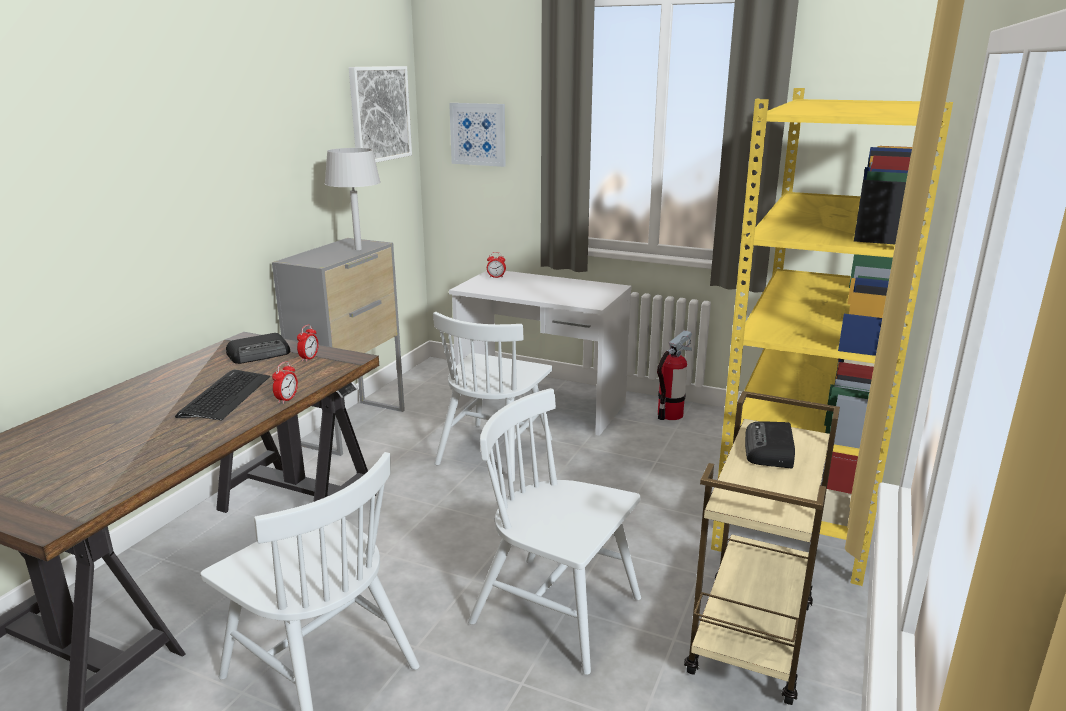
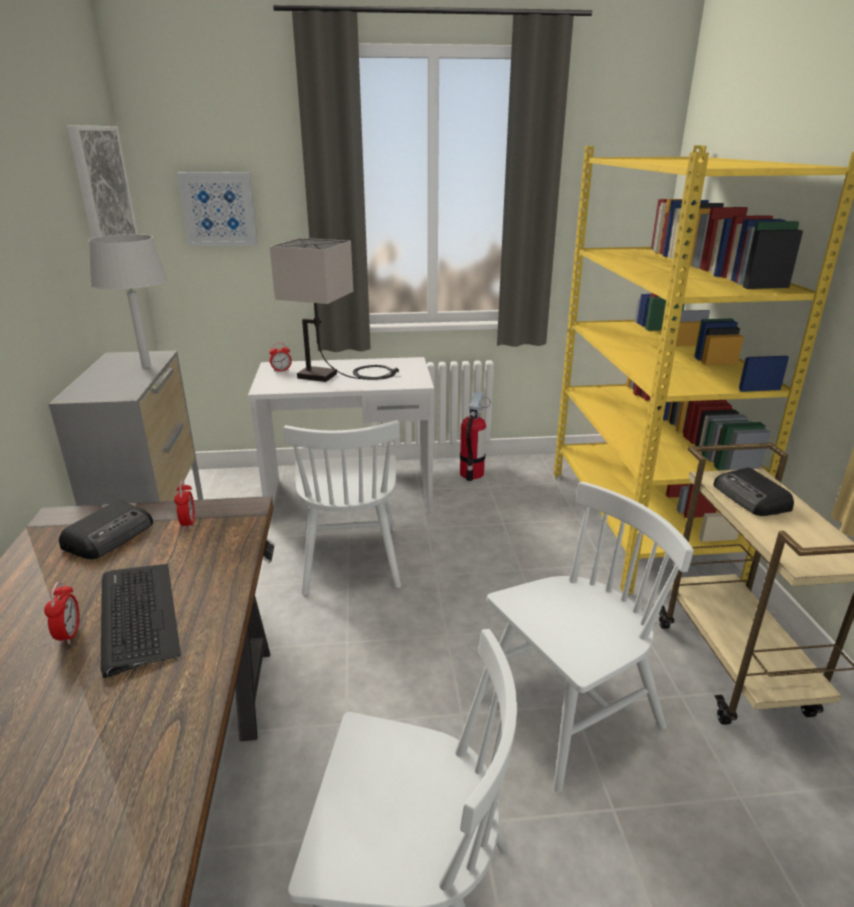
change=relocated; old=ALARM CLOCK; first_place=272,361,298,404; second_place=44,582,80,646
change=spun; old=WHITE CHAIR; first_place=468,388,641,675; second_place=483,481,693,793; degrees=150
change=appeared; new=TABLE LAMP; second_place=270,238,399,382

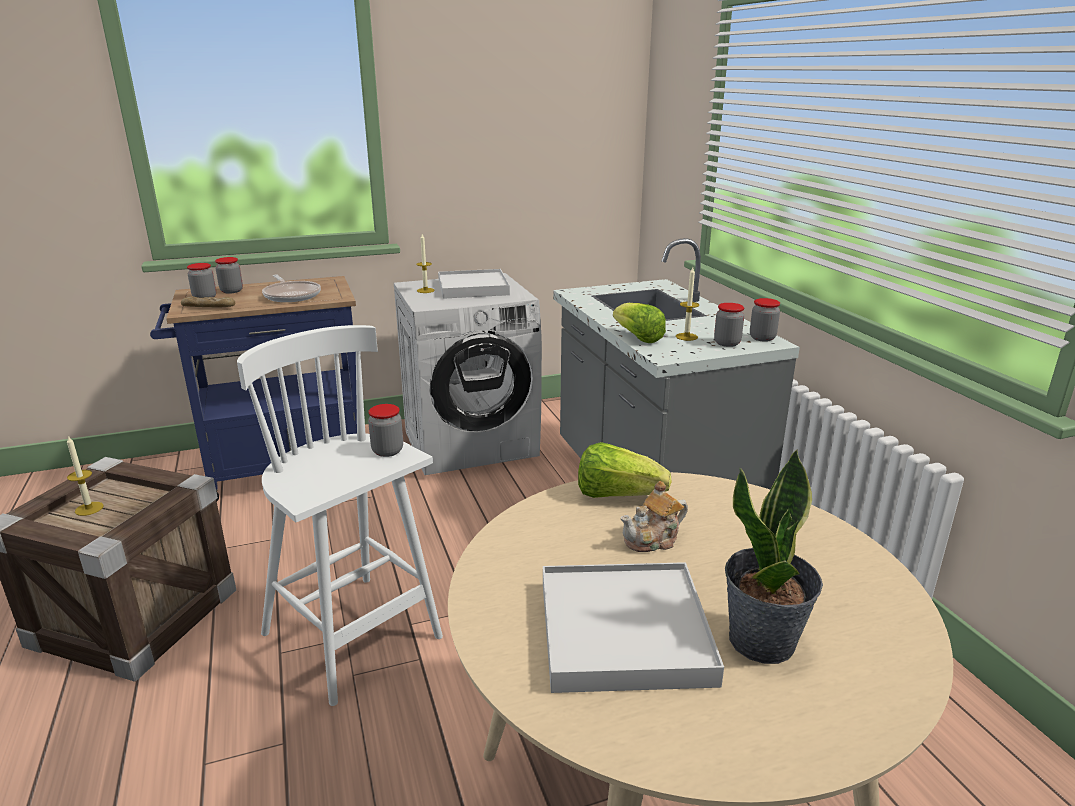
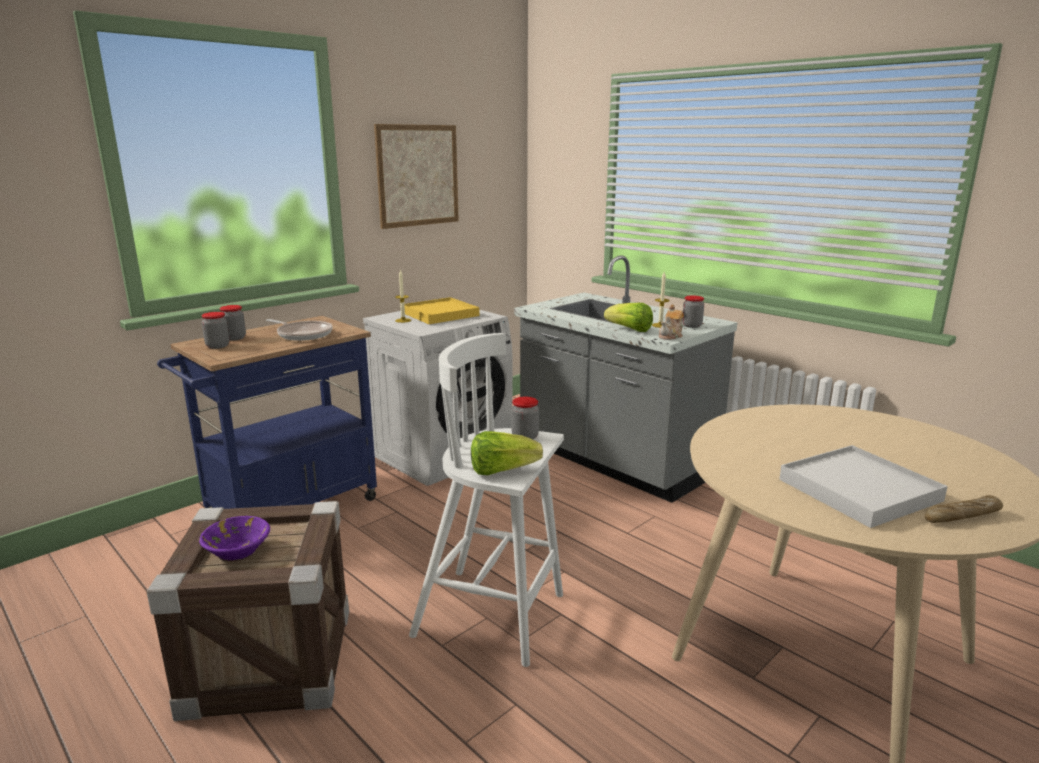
change=exchanged; old=CANDLE; new=PURPLE BOWL; first_place=67,436,104,516; second_place=199,516,270,562
change=relocated; old=BREAD; first_place=181,296,235,307; second_place=925,495,1003,523
change=colour; old=WHITE TRAY; new=YELLOW TRAY; first_place=438,269,510,299; second_place=404,297,480,324
change=relocated; old=LETTUCE; first_place=578,442,671,498; second_place=471,431,543,475
change=relocated; old=TEAPOT; first_place=620,481,688,552; second_place=659,304,684,340
change=missing; old=POTTED PLANT; first_place=725,449,823,664
change=missing; old=JAR; first_place=750,298,780,342
change=appeared; new=PICTURE; second_place=374,124,459,229

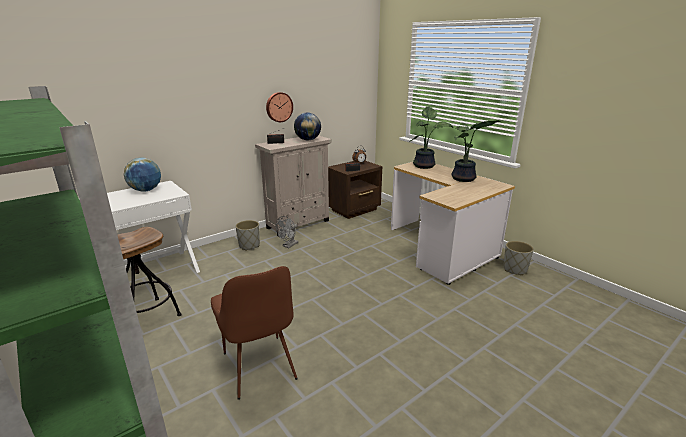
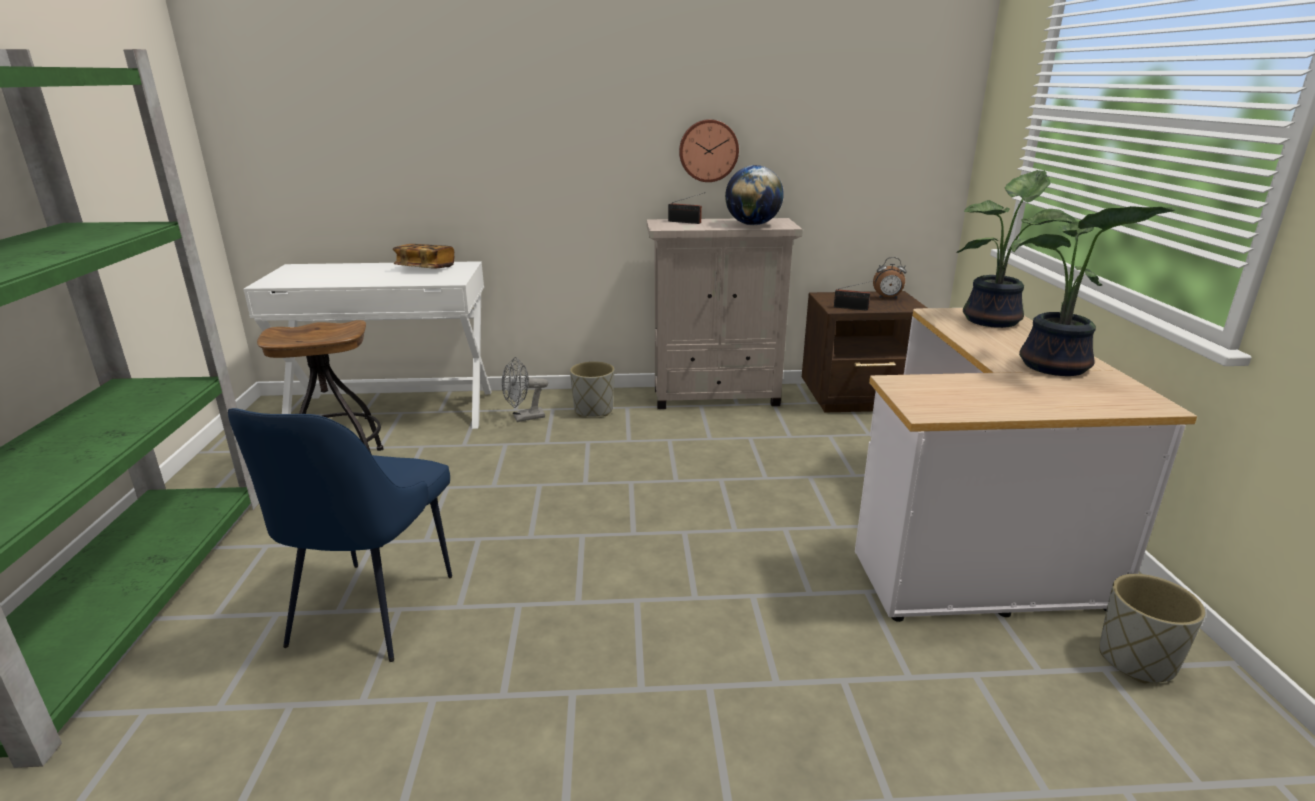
change=exchanged; old=GLOBE; new=BOOK; first_place=124,158,161,192; second_place=393,244,454,269
change=colour; old=BROWN CHAIR; new=BLUE CHAIR; first_place=211,266,298,400; second_place=228,408,452,662
change=relocated; old=GREY FAN; first_place=276,216,298,248; second_place=502,357,548,422

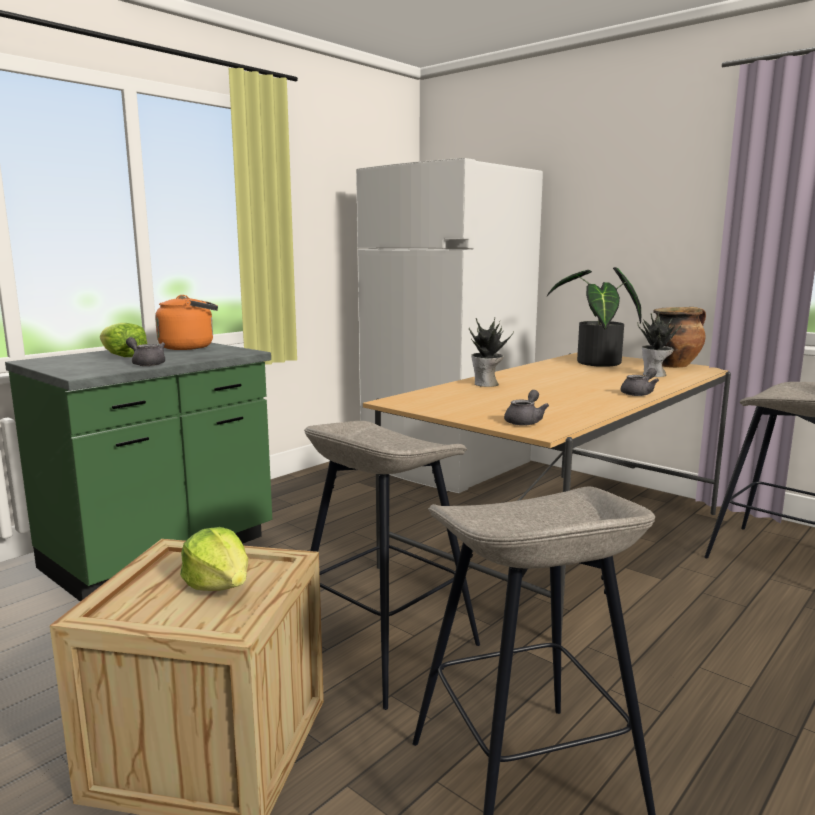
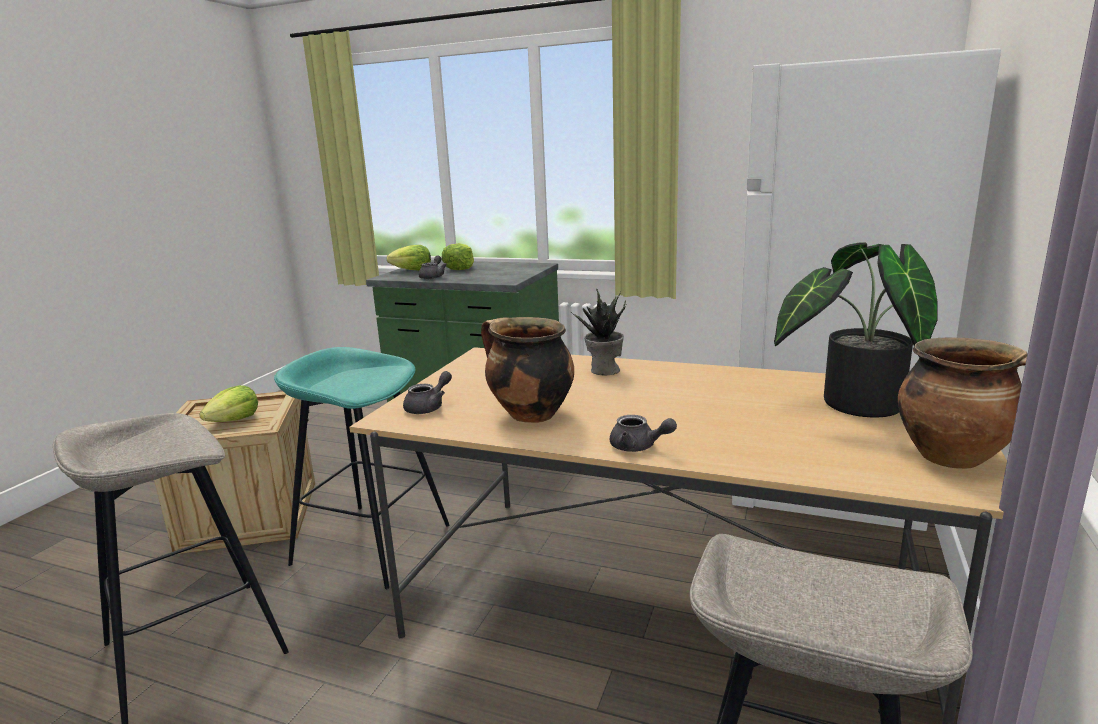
change=missing; old=ORANGE KETTLE; first_place=155,295,218,350
change=colour; old=GREY STOOL; new=TURQUOISE STOOL; first_place=304,421,480,710; second_place=274,347,450,589
change=spun; old=GREY TEAPOT; first_place=504,390,549,426; second_place=403,371,452,414; degrees=-60
change=missing; old=POTTED PLANT; first_place=637,313,682,377
change=appeared; new=LETTUCE; second_place=387,245,431,270
change=appeared; new=COOKING POT; second_place=481,317,574,423

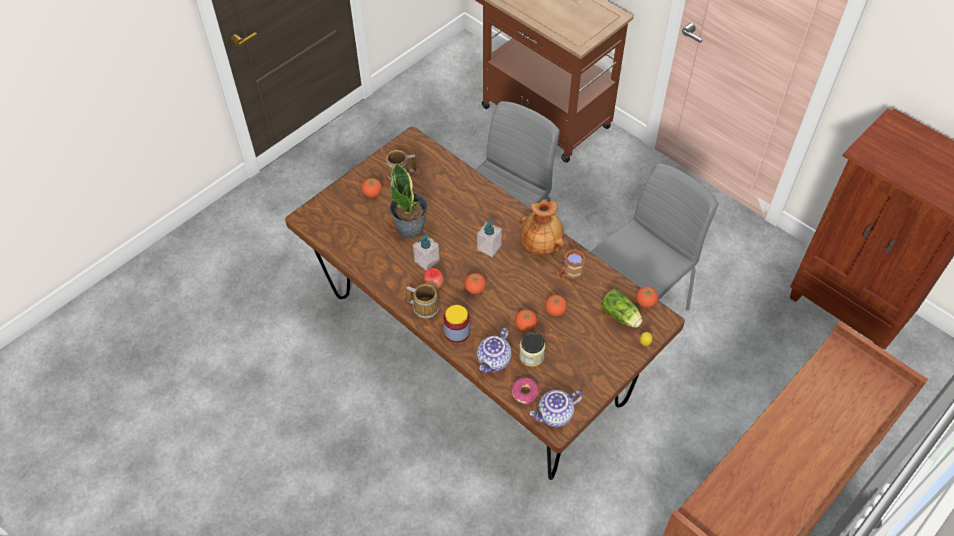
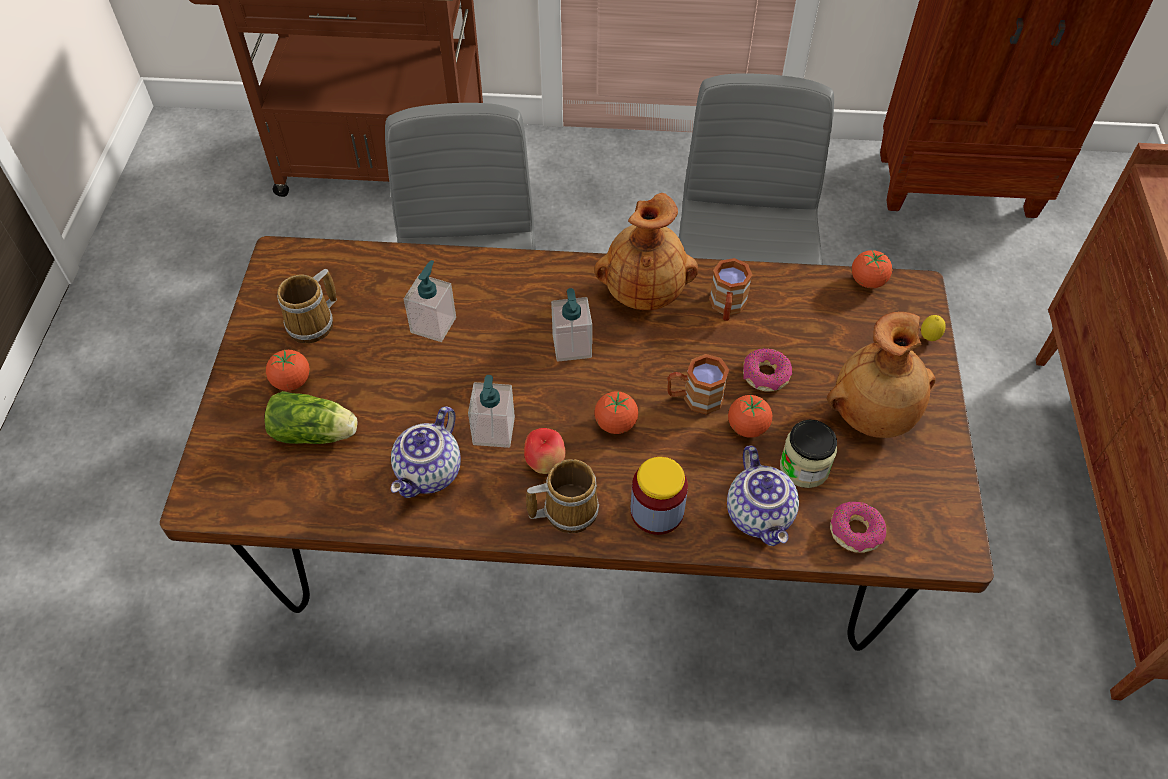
change=missing; old=POTTED PLANT; first_place=389,164,428,239
change=relocated; old=TEAPOT; first_place=529,390,583,427; second_place=391,407,461,498
change=exchanged; old=TOMATO; new=DONUT; first_place=545,295,567,316; second_place=743,348,792,392
change=relocated; old=LETTUCE; first_place=601,289,642,327; second_place=264,391,357,444
change=appeared; new=SOAP DISPENSER; second_place=404,260,456,342
change=appeared; new=BROWN MUG; second_place=667,354,729,415
change=appeared; new=BROWN VASE; second_place=827,312,936,438

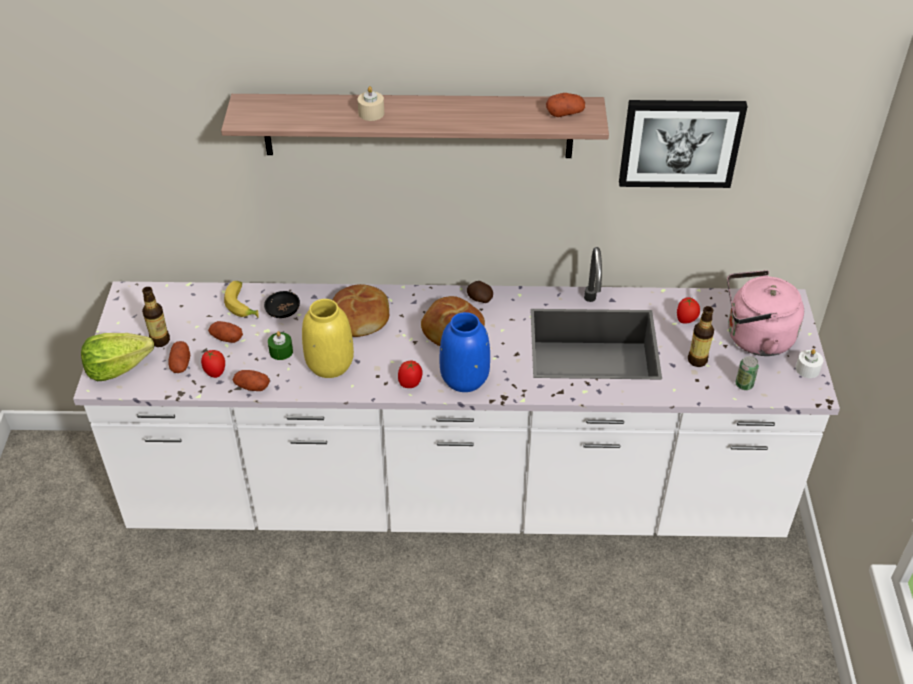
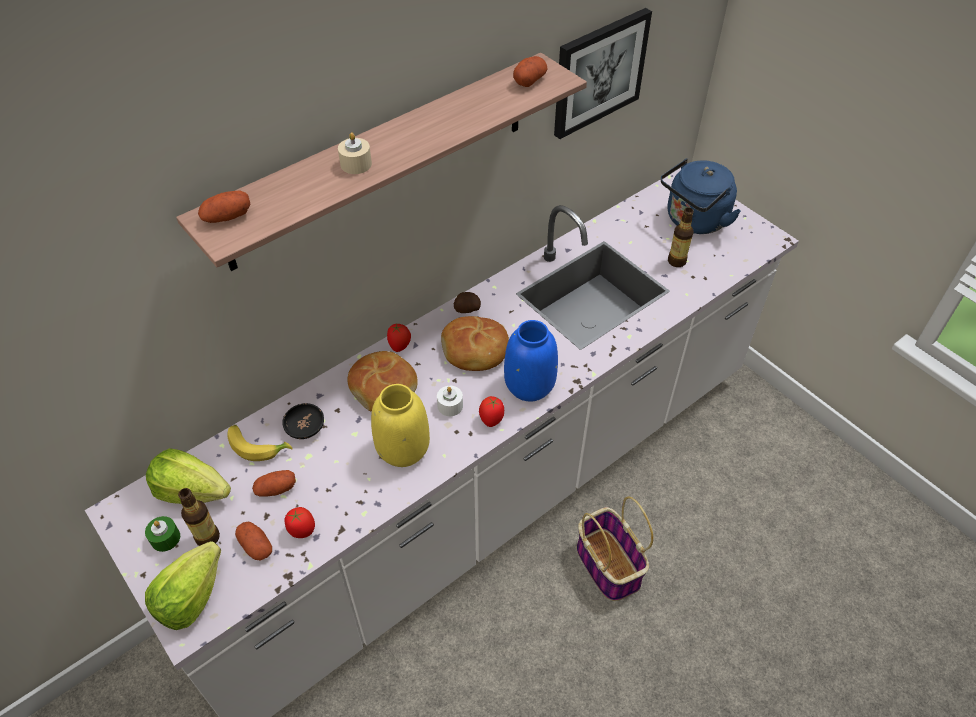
change=relocated; old=POTATO; first_place=233,370,270,391; second_place=198,190,250,223
change=relocated; old=GREEN CANDLE; first_place=268,331,293,360; second_place=145,516,180,552
change=relocated; old=TOMATO; first_place=677,297,700,324; second_place=387,324,411,352
change=colour; old=PINK KETTLE; new=BLUE KETTLE; first_place=727,270,804,356; second_place=660,158,741,234
change=missing; old=CAN; first_place=735,356,759,390
change=relocated; old=WHITE CANDLE; first_place=796,349,823,378; second_place=437,386,463,416
change=appeared; new=LETTUCE; second_place=146,448,231,504
change=appeared; new=BASKET; second_place=576,496,653,601

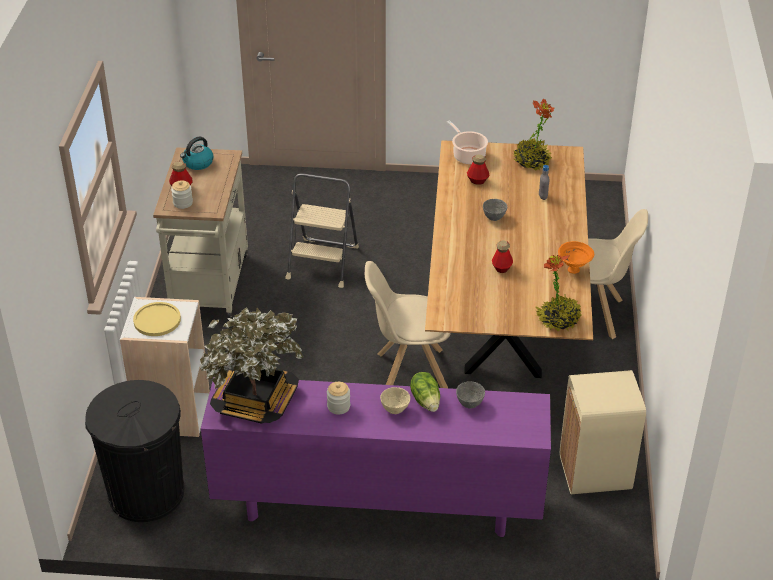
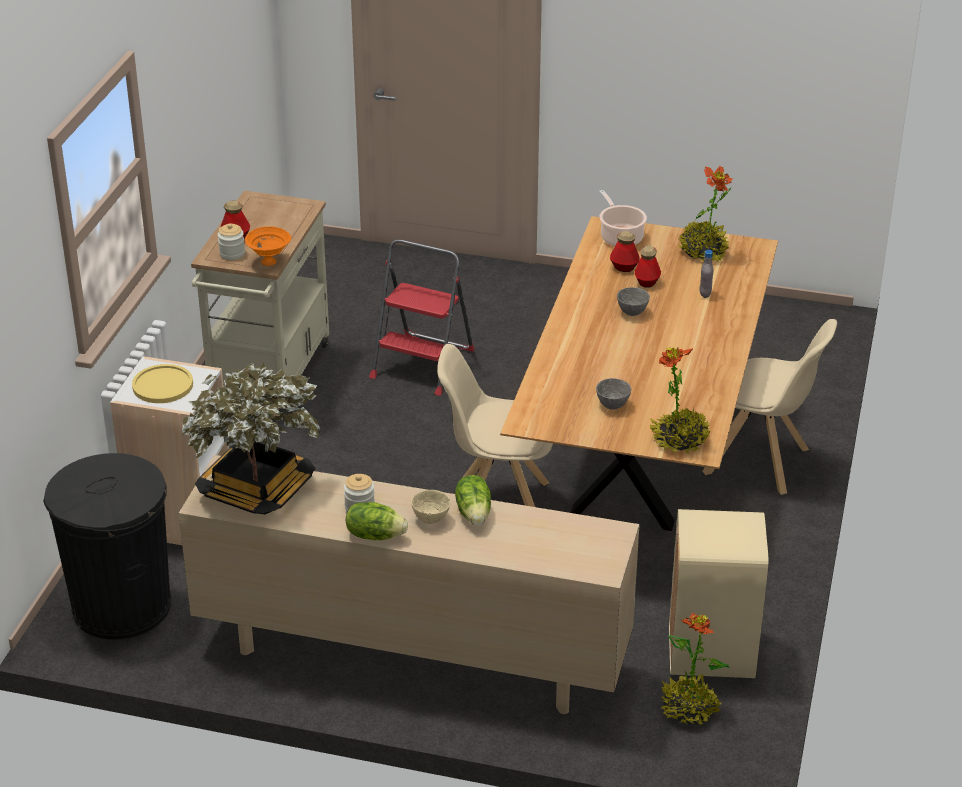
change=missing; old=KETTLE; first_place=180,137,213,170
change=colour; old=PURPLE CABINET; new=BEIGE CABINET; first_place=201,376,551,537; second_place=179,455,640,714
change=colour; old=BEIGE STEP LADDER; new=RED STEP LADDER; first_place=285,173,359,288; second_place=369,239,474,396
change=relocated; old=GREY BOWL; first_place=456,381,485,408; second_place=596,378,631,410
change=relocated; old=BOTTLE; first_place=492,240,513,273; second_place=635,246,661,288
change=relocated; old=ORANGE BOWL; first_place=558,241,594,274; second_place=245,226,291,266
change=appeared; new=LETTUCE; second_place=346,502,408,540
change=appeared; new=POTTED PLANT; second_place=662,613,730,725

